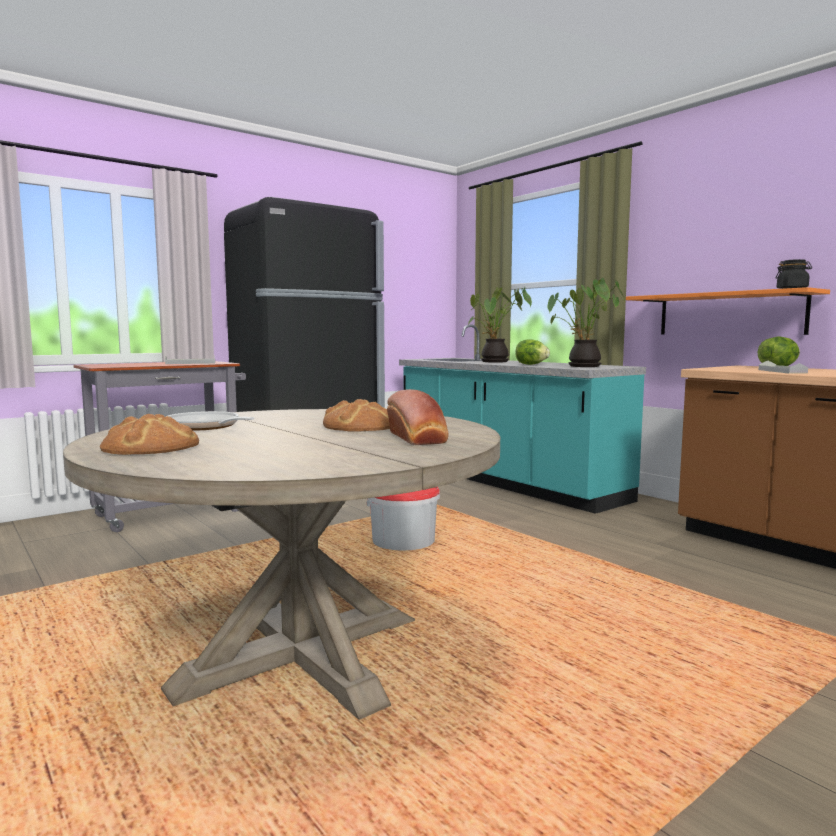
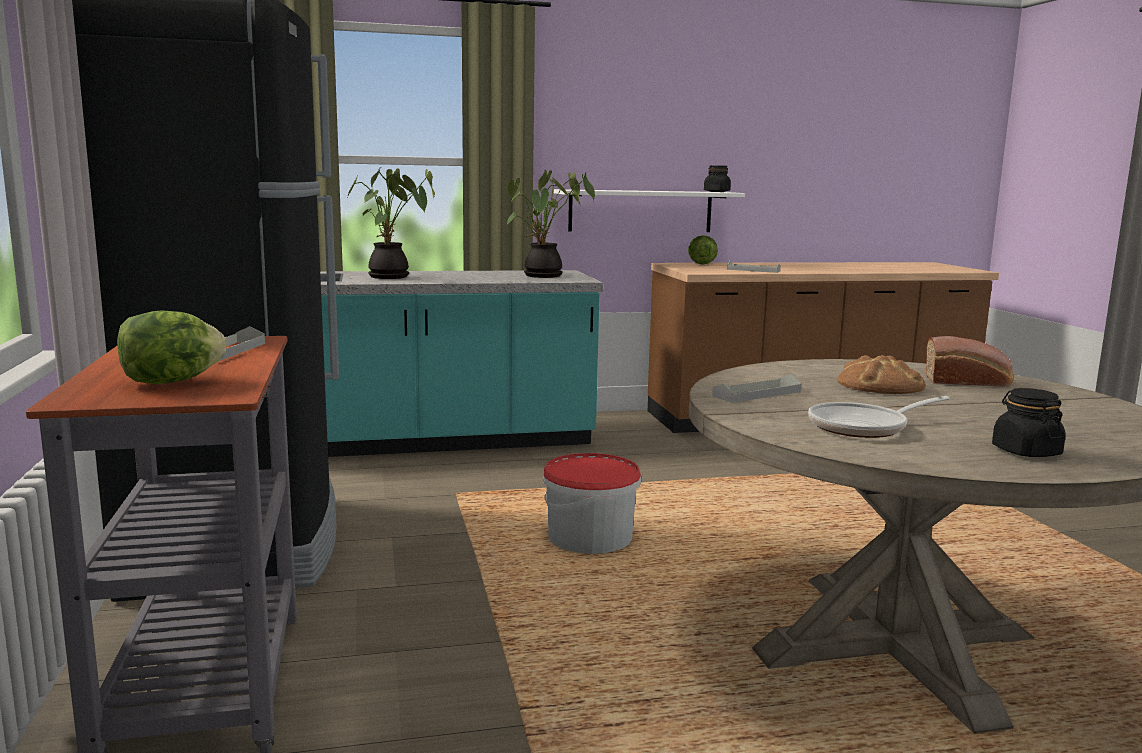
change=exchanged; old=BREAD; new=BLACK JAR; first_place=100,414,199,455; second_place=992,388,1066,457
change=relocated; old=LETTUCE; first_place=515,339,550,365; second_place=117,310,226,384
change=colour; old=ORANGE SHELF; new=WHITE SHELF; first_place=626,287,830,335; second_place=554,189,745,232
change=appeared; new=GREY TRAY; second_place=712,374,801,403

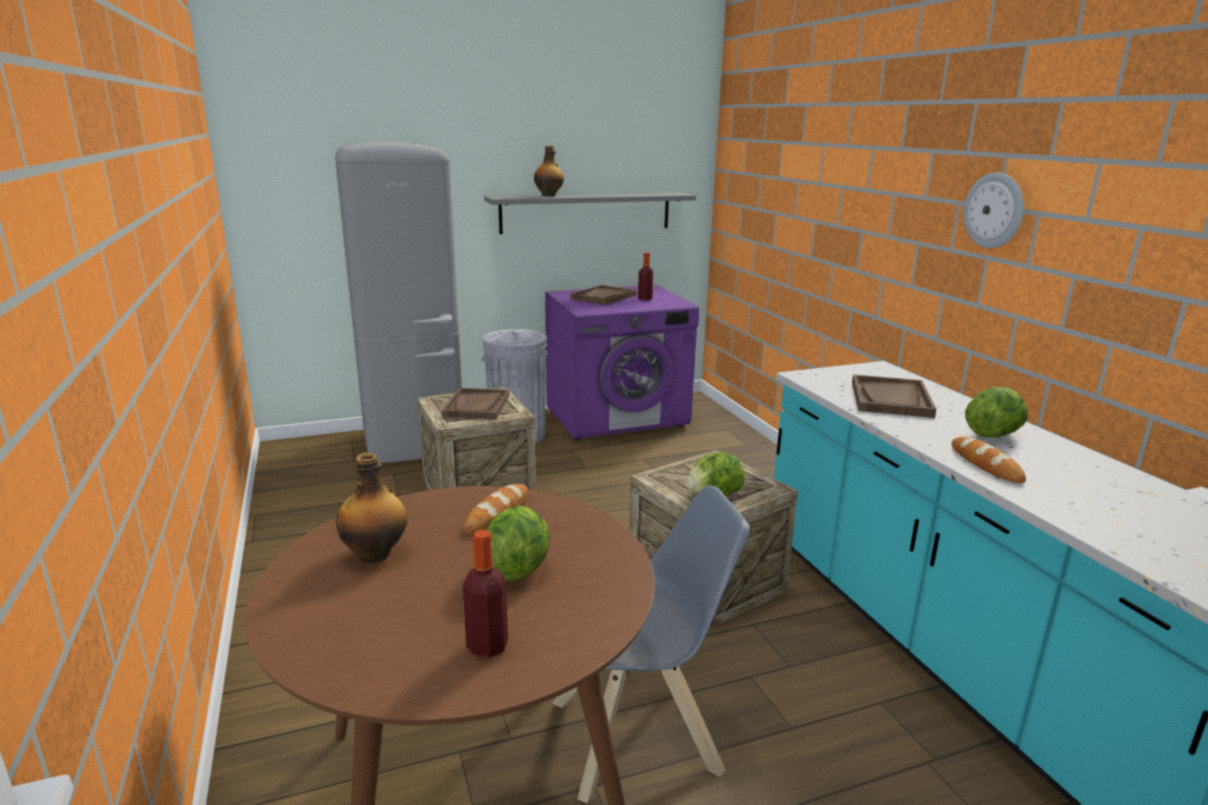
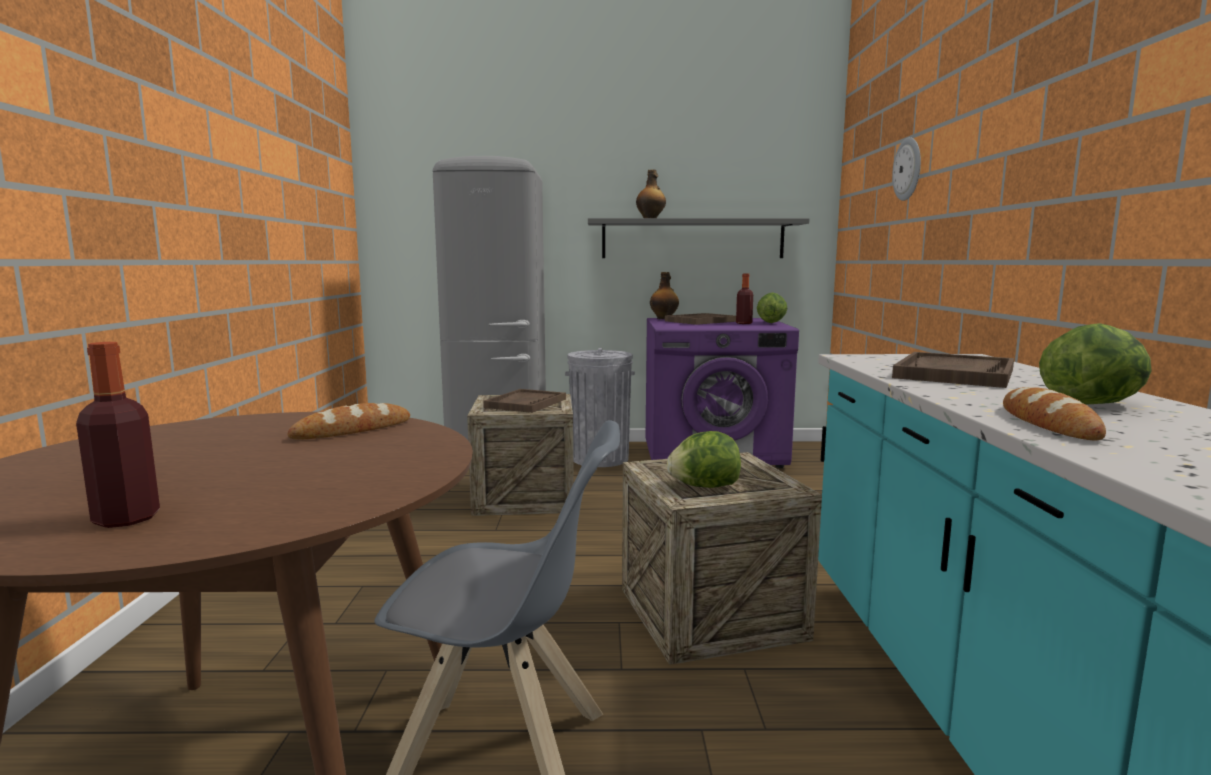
change=relocated; old=BOTTLE; first_place=336,453,407,563; second_place=650,272,679,319
change=relocated; old=LETTUCE; first_place=485,505,551,582; second_place=757,292,787,323
change=relocated; old=WALL CLOCK; first_place=964,172,1024,248; second_place=892,137,921,201

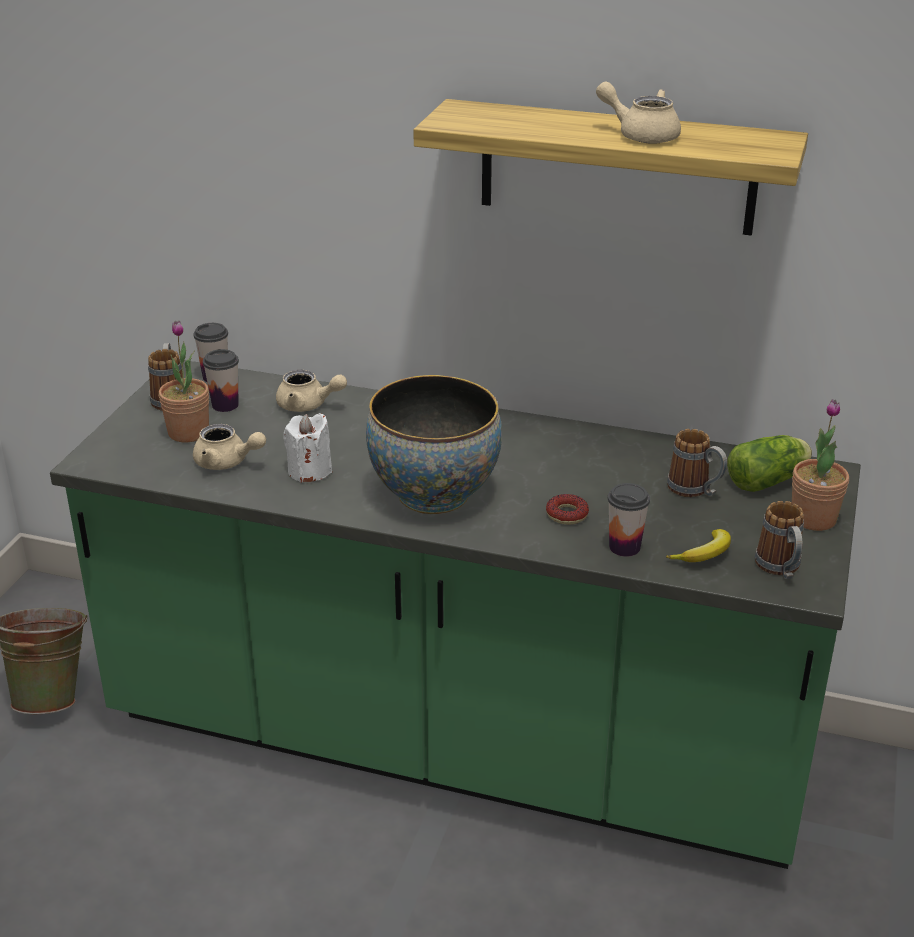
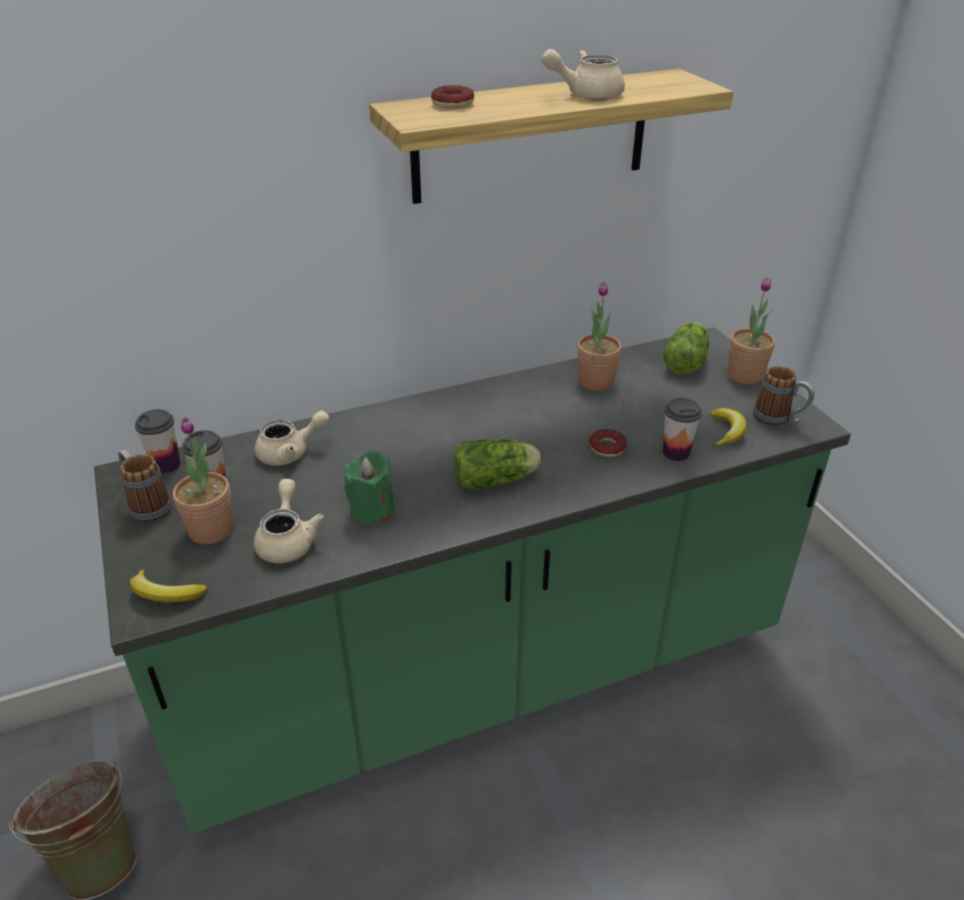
change=spun; old=BEIGE TEAPOT; first_place=193,424,266,470; second_place=254,479,324,564; degrees=-75
change=colour; old=WHITE CANDLE; new=GREEN CANDLE; first_place=283,413,332,483; second_place=344,451,394,525
change=exchanged; old=BOWL; new=LETTUCE; first_place=366,375,502,514; second_place=454,439,541,490
change=missing; old=MUG; first_place=667,429,727,497
change=appeared; new=BANANA; second_place=130,569,208,602
change=appeared; new=DONUT; second_place=431,85,474,109
change=appeared; new=POTTED PLANT; second_place=577,282,621,391

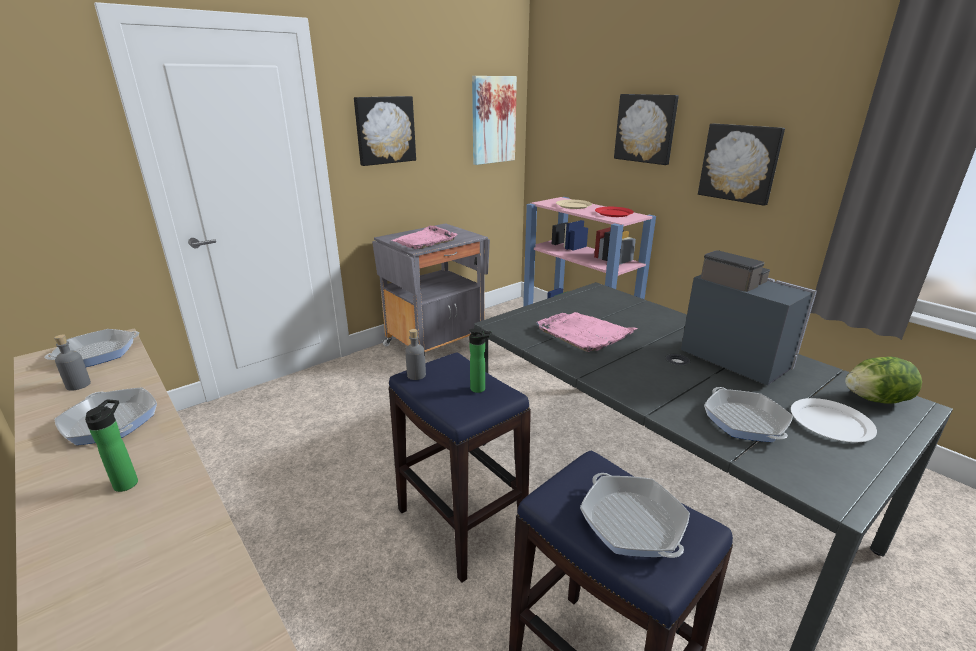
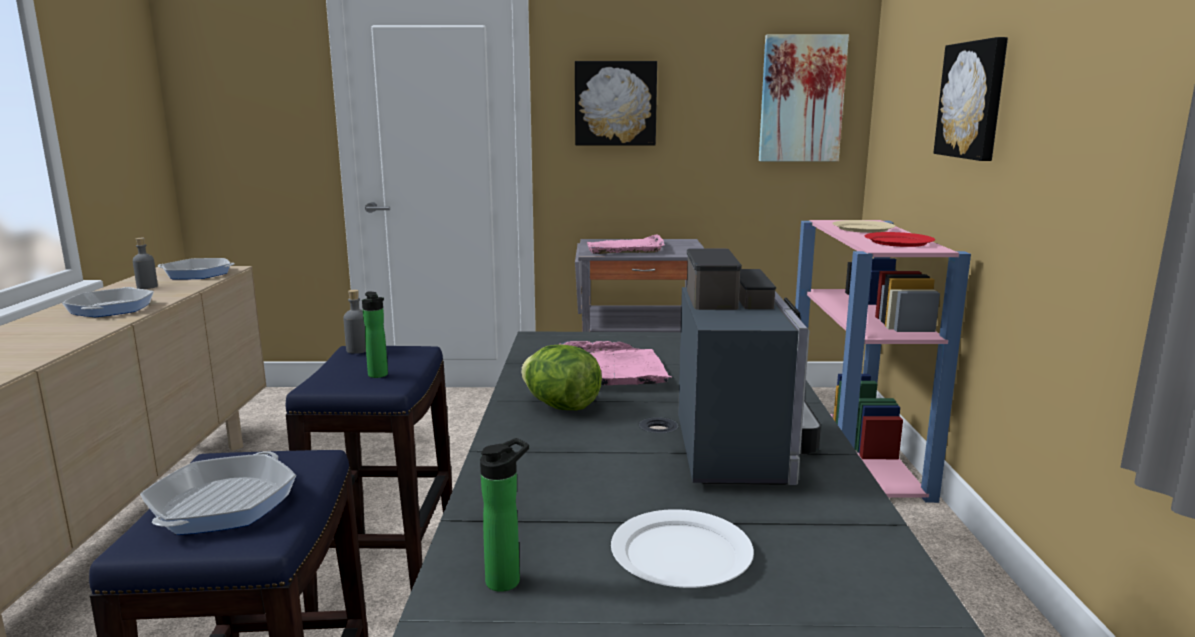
change=relocated; old=BOTTLE; first_place=85,400,138,492; second_place=480,438,529,592
change=missing; old=PICTURE; first_place=698,124,785,206
change=missing; old=FRYING PAN; first_place=704,387,793,442
change=relocated; old=LETTUCE; first_place=845,357,922,404; second_place=521,345,602,410

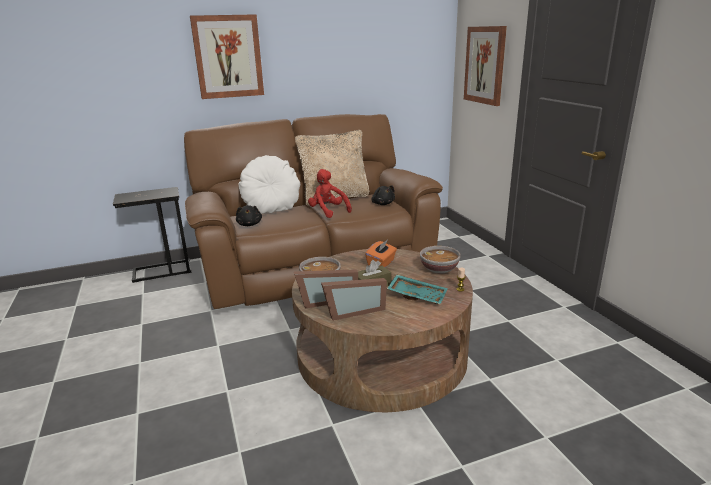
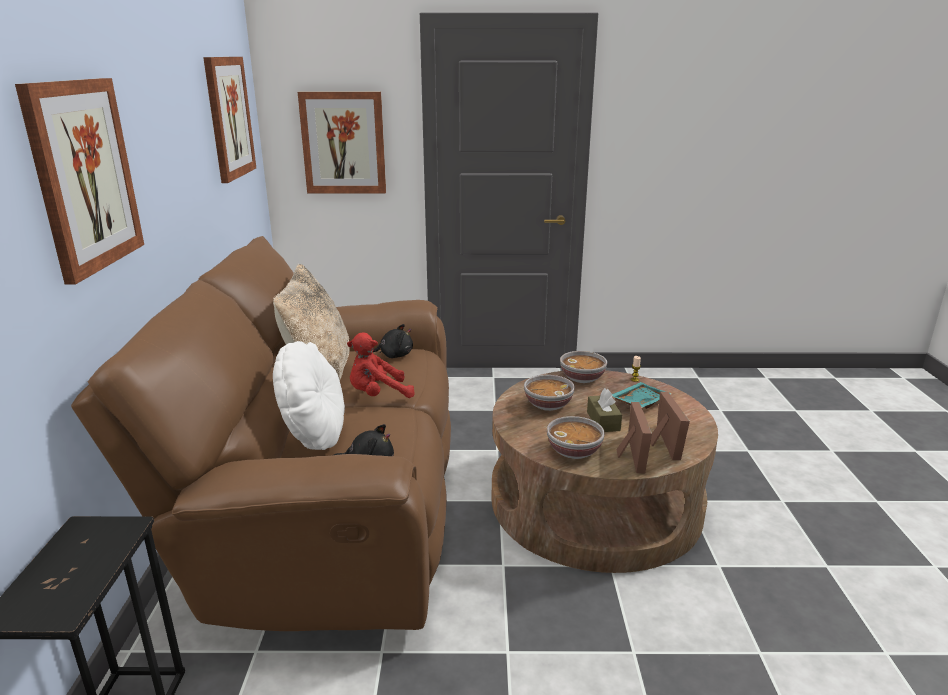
change=exchanged; old=ORANGE TISSUE BOX; new=BOWL; first_place=365,240,397,268; second_place=524,375,575,411
change=appeared; new=PICTURE; second_place=203,57,256,183

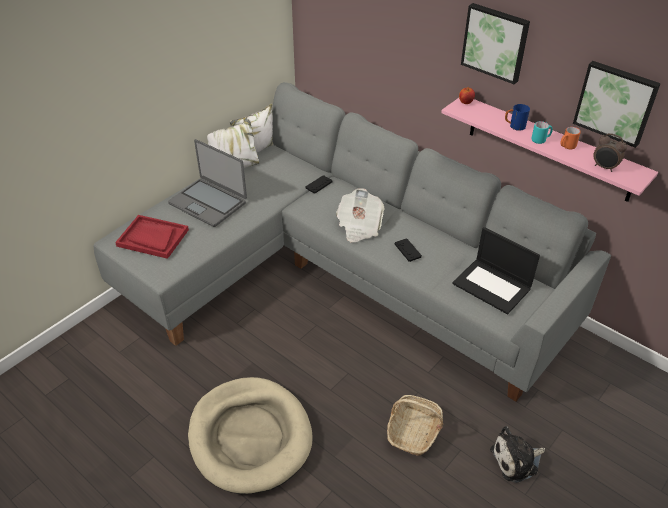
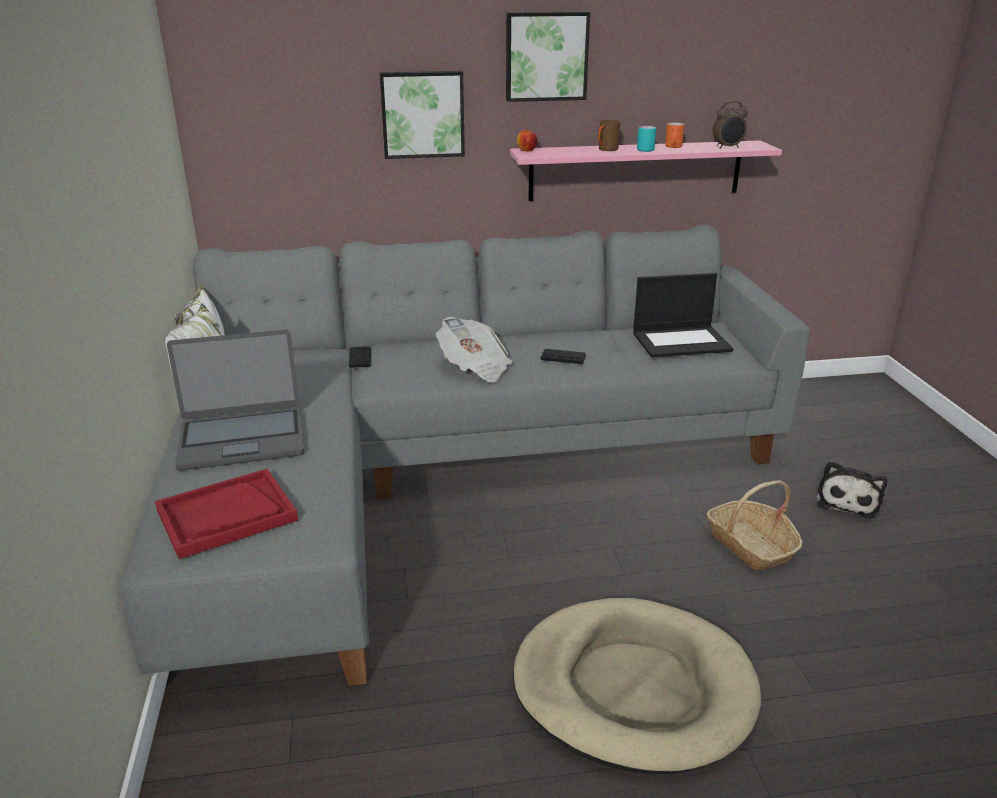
change=colour; old=BLUE MUG; new=BROWN MUG; first_place=505,104,530,131; second_place=598,120,620,151
change=relocated; old=PICTURE; first_place=573,61,661,148; second_place=379,71,465,159

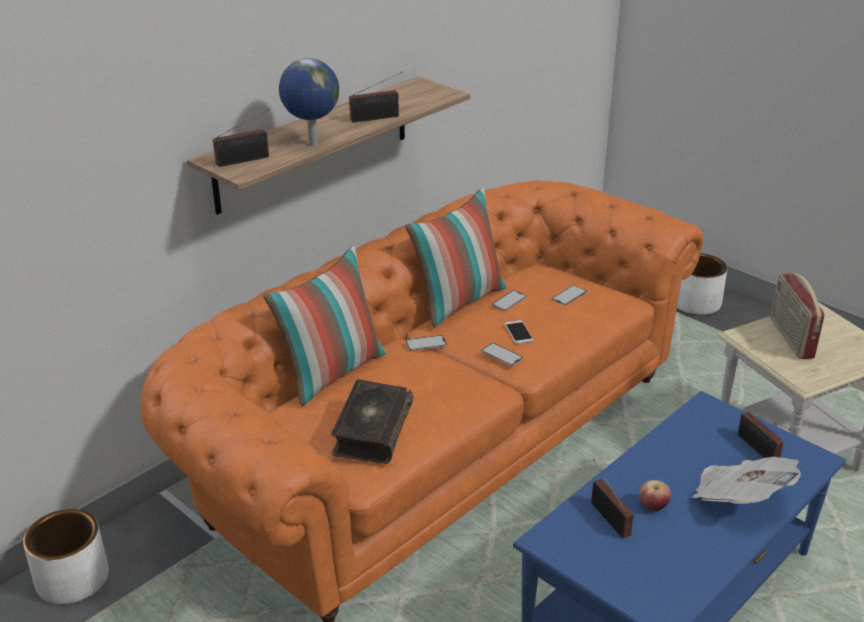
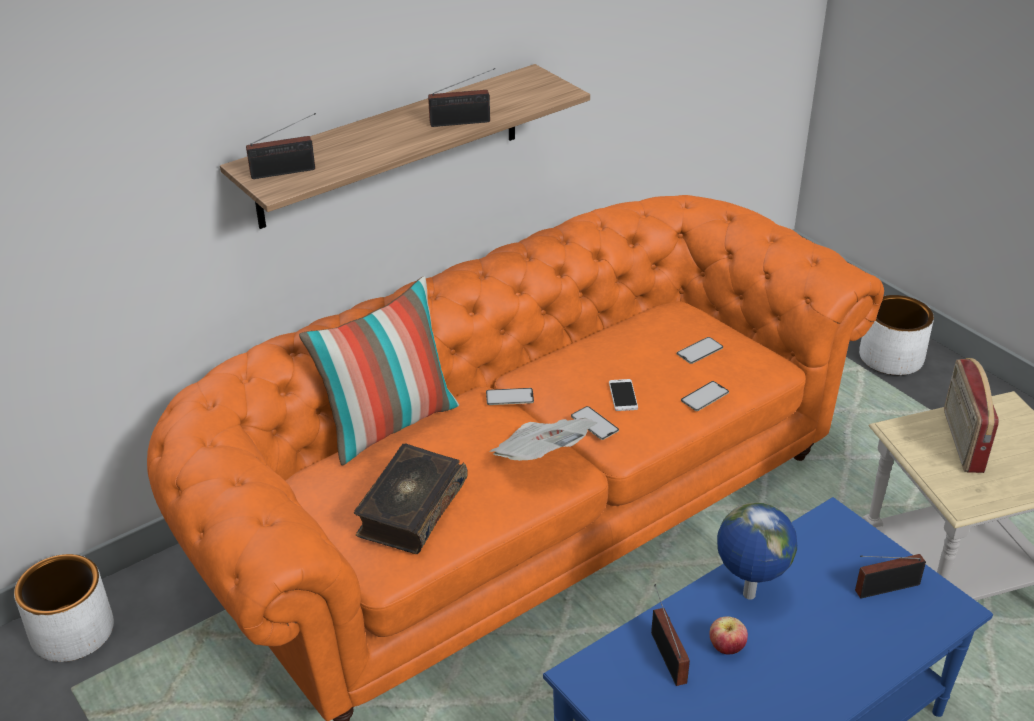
change=relocated; old=GLOBE; first_place=279,58,339,146; second_place=717,502,797,600
change=missing; old=PILLOW; first_place=405,188,507,328
change=relocated; old=PHONE; first_place=492,290,527,311; second_place=681,381,729,411
change=relocated; old=NEWSPAPER; first_place=692,457,801,504; second_place=489,418,598,461
change=spun; old=RADIO; first_place=738,412,791,458; second_place=855,554,926,598; degrees=90

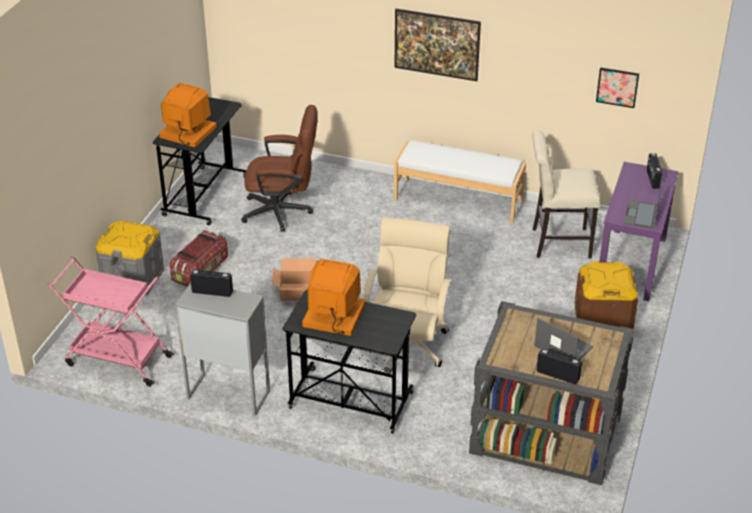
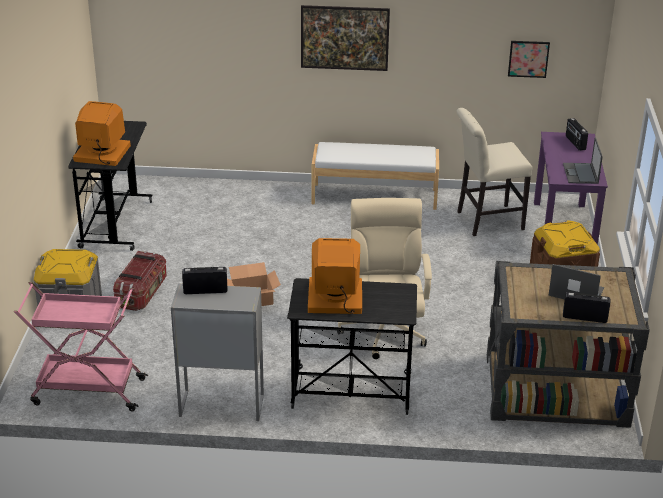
change=missing; old=BROWN OFFICE CHAIR; first_place=241,105,317,232

